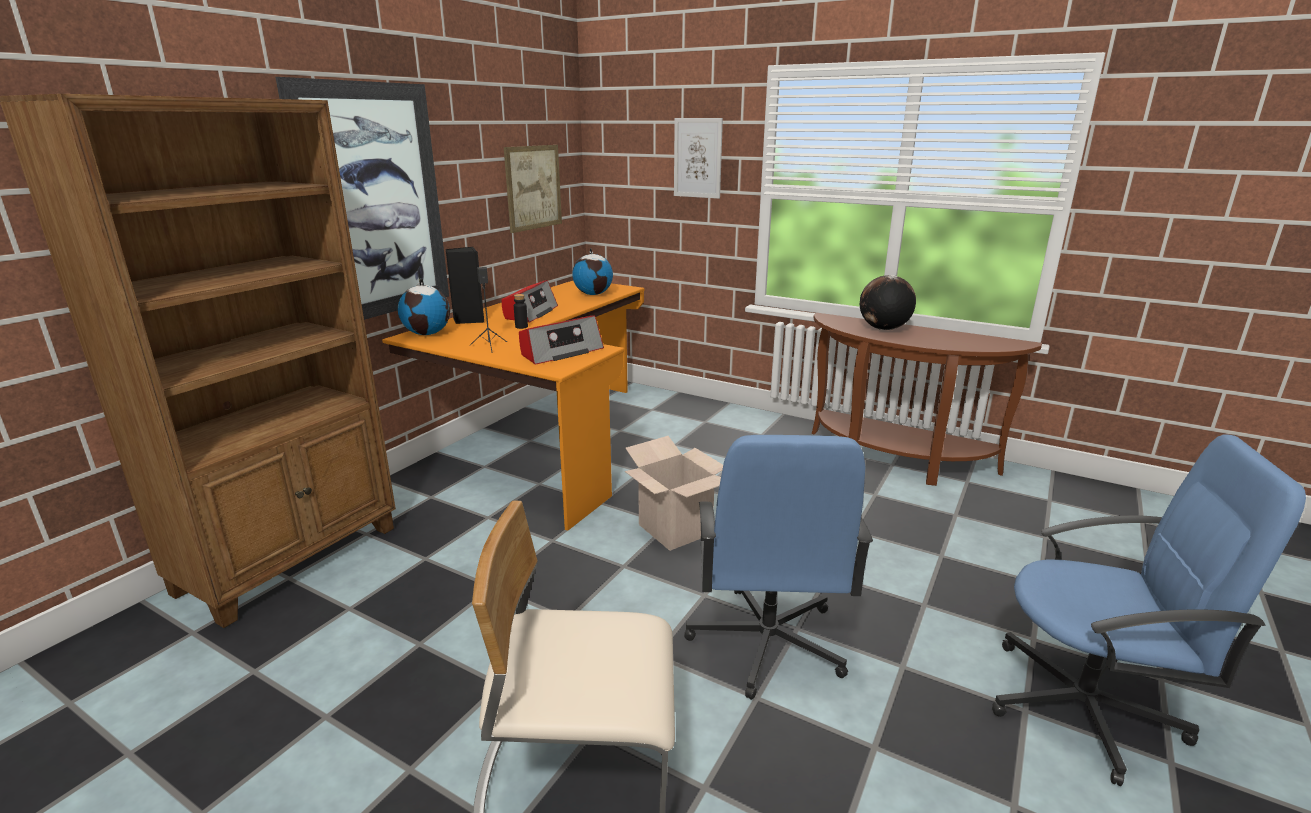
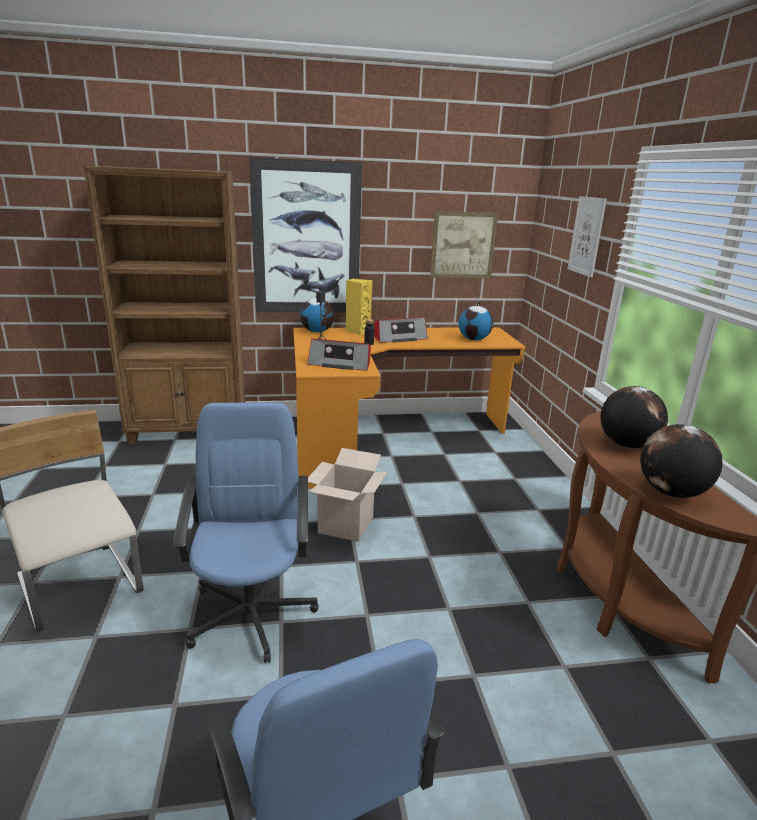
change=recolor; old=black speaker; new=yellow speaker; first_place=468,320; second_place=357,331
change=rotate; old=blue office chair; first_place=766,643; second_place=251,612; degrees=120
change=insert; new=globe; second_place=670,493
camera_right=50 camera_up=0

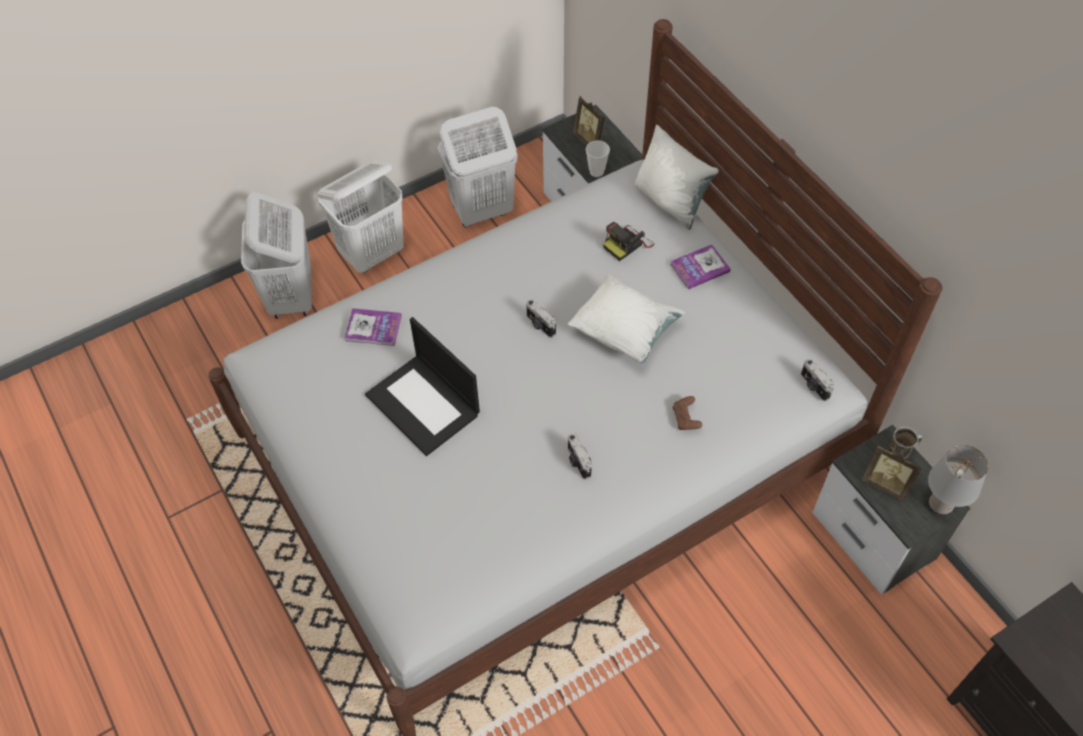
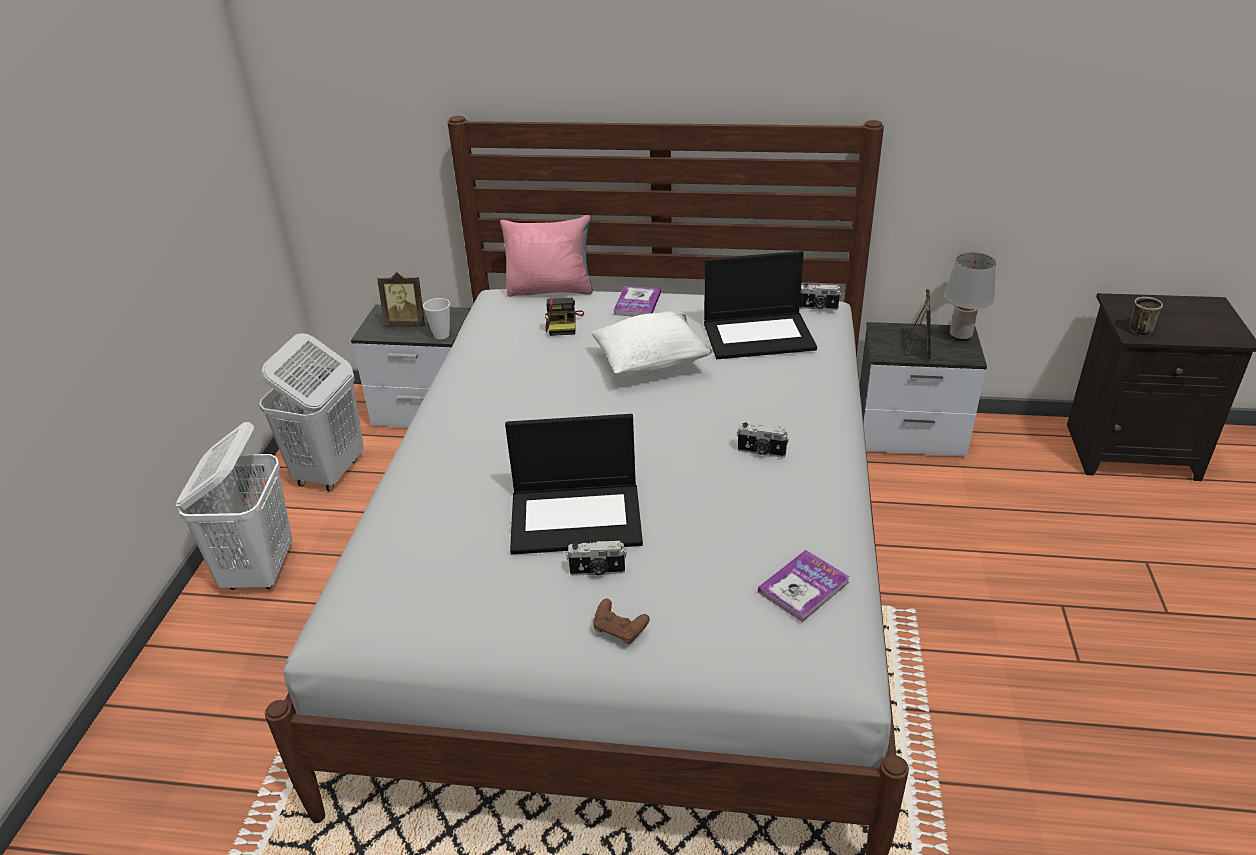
change=delete; old=white laundry basket; first_place=291,298
change=move; old=book; first_place=373,328; second_place=803,587
change=move; old=photo camera; first_place=540,325; second_place=597,571
change=recolor; old=white pillow; new=pink pillow; first_place=670,202; second_place=550,290
change=move; old=brown game controller; first_place=686,419; second_place=620,630
change=rotate; old=picture frame; first_place=886,484; second_place=918,349; degrees=-60
change=move; old=mug; first_place=901,450; second_place=1139,328
change=insert; new=laptop; second_place=759,335
camera_right=-50 camera_up=-20

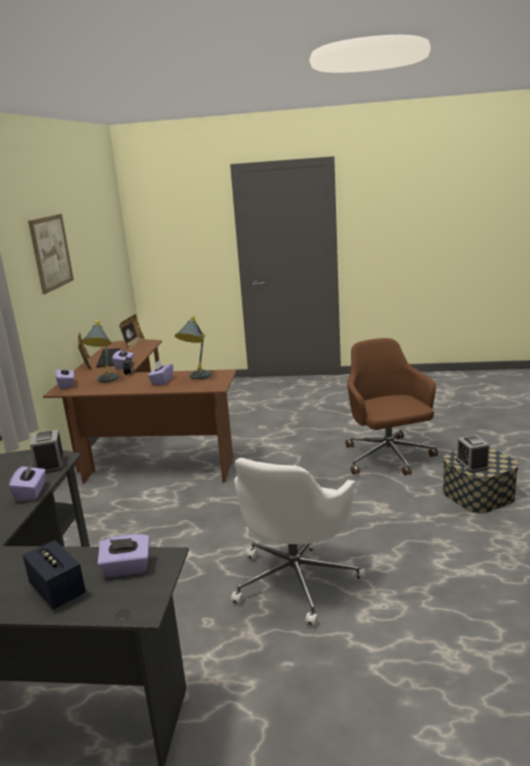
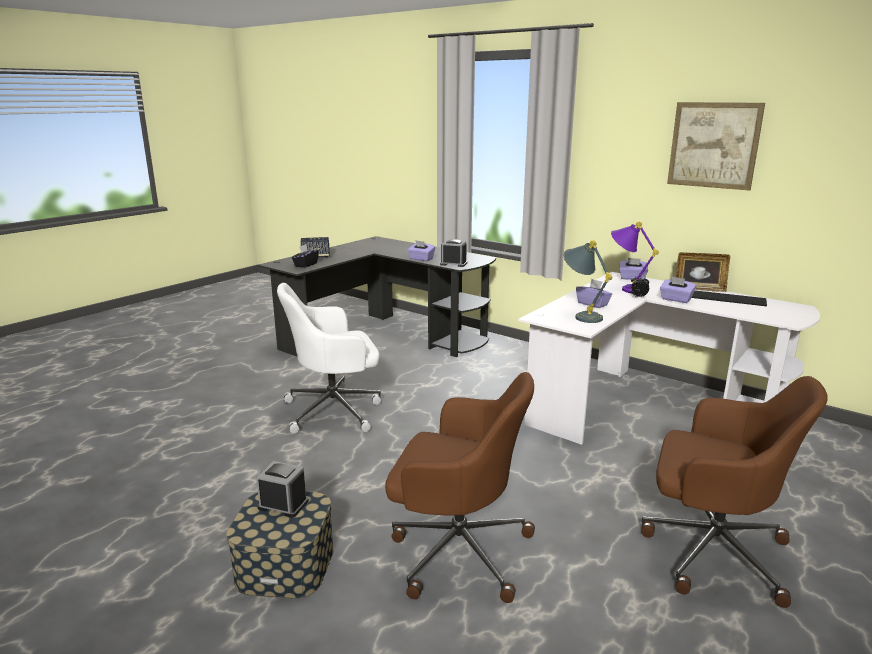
change=recolor; old=brown desk; new=white desk; first_place=144,452; second_place=646,403
change=recolor; old=grey table lamp; new=purple table lamp; first_place=105,381; second_place=625,288
change=recolor; old=purple tissue box; new=black tissue box; first_place=127,568; second_place=305,265
change=delete; old=picture frame; first_place=133,344
change=rotate; old=white office chair; first_place=296,580; second_place=335,410; degrees=-75
change=insert; new=brown office chair; second_place=711,550
camera_right=120 camera_up=0

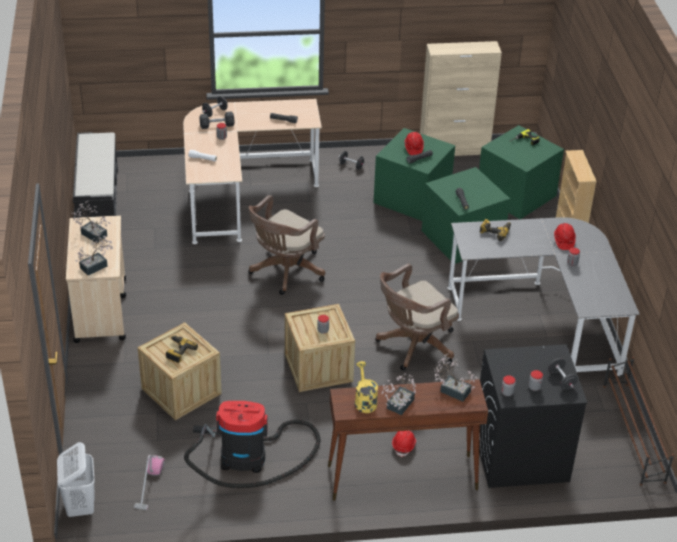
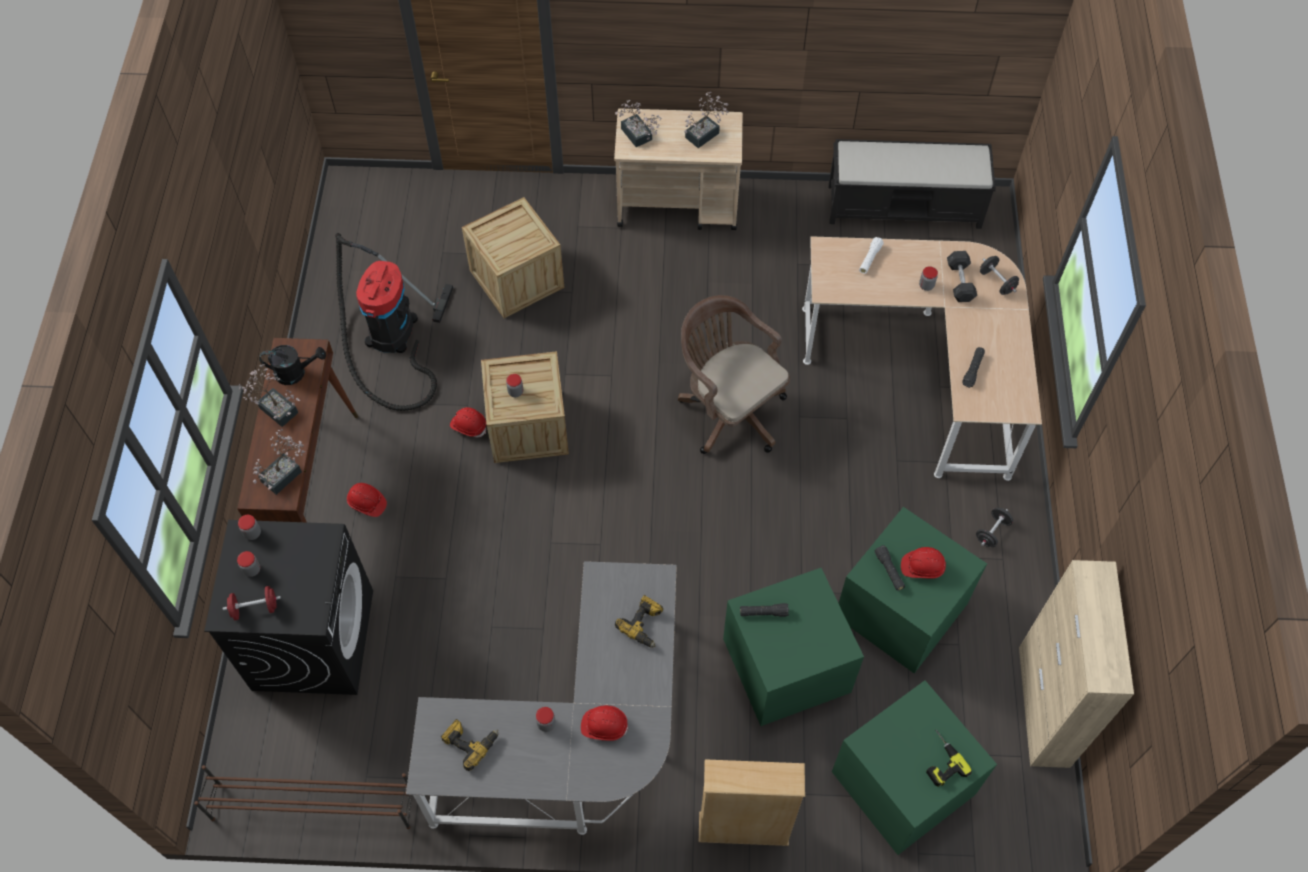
change=delete; old=white laundry basket; first_place=80,506
change=delete; old=vacuum cleaner; first_place=149,485
change=move; old=power drill; first_place=178,351; second_place=470,742
change=recolor; old=yellow watering can; new=black watering can; first_place=364,401; second_place=296,372
change=delete; old=brown office chair; first_place=413,346
change=recolor; old=black dumbbell; new=red dumbbell; first_place=561,380; second_place=255,608
change=insert; new=red hard hat; second_place=468,426
camera_right=100 camera_up=20

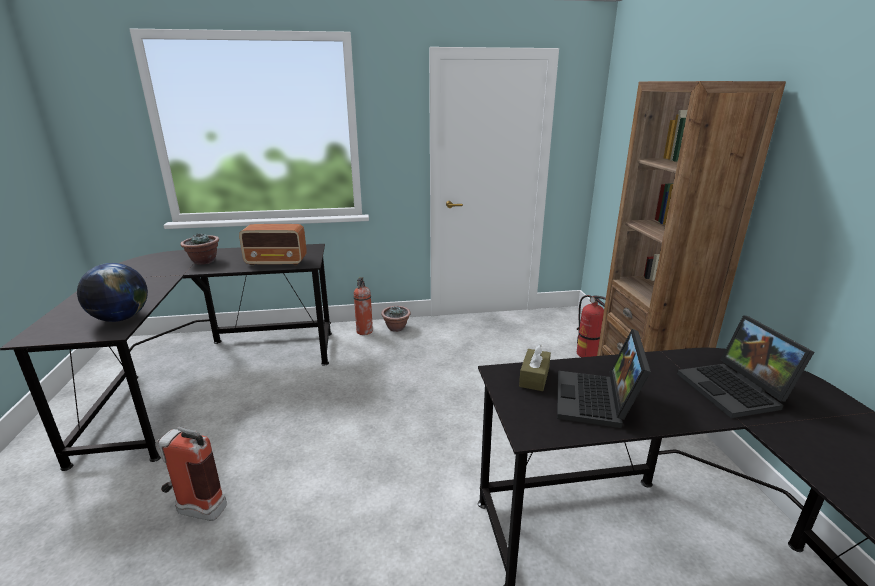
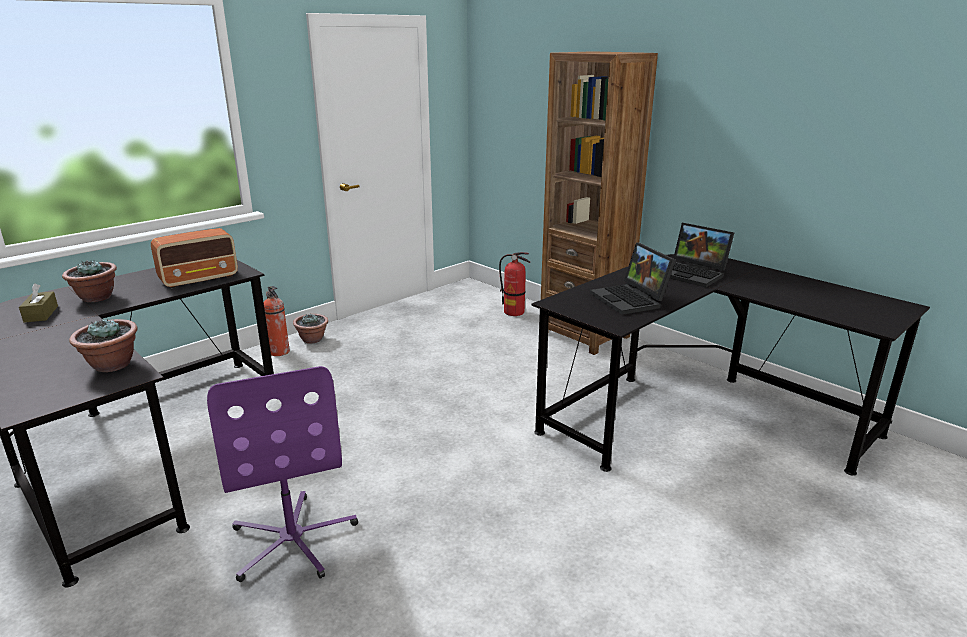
change=replace; old=globe; new=potted plant; first_place=120,318; second_place=112,365
change=replace; old=fire extinguisher; new=purple office chair; first_place=195,509; second_place=293,539
change=move; old=brown tissue box; first_place=534,377; second_place=41,314
camera_right=-35 camera_up=0

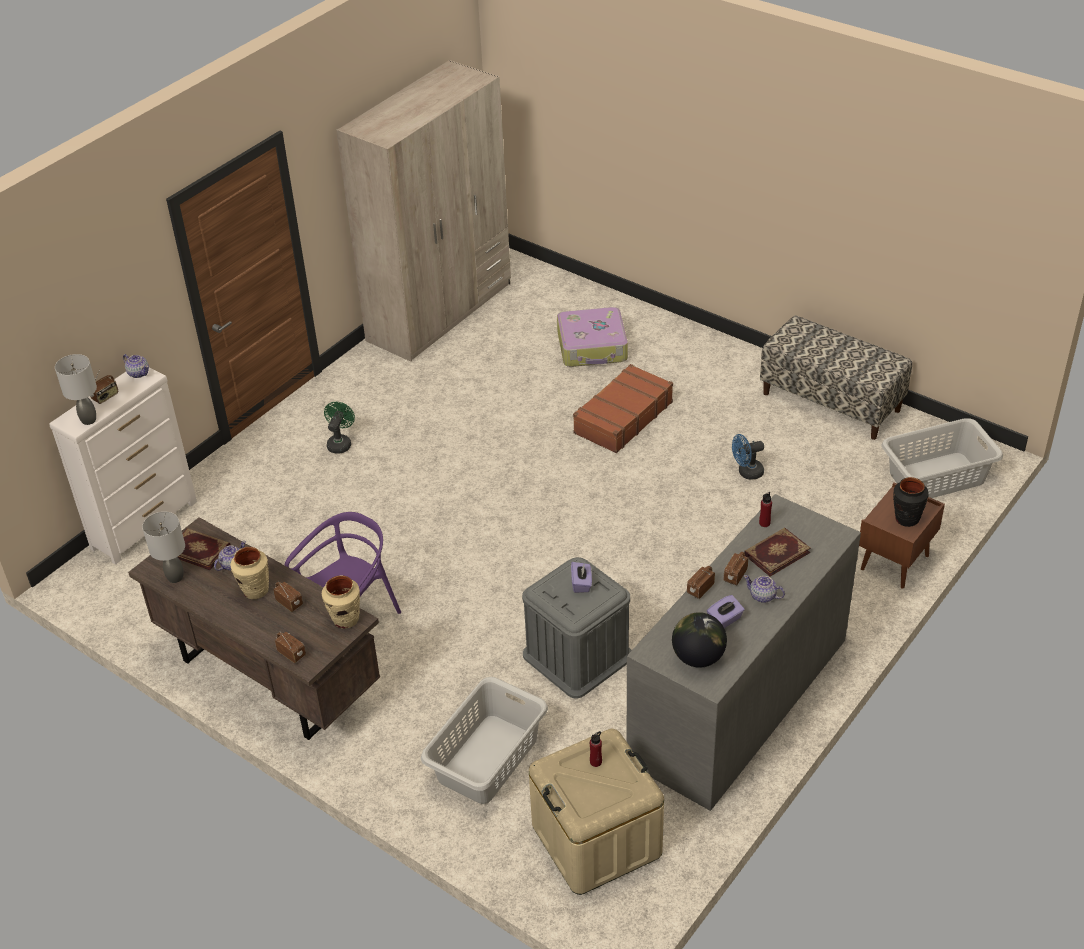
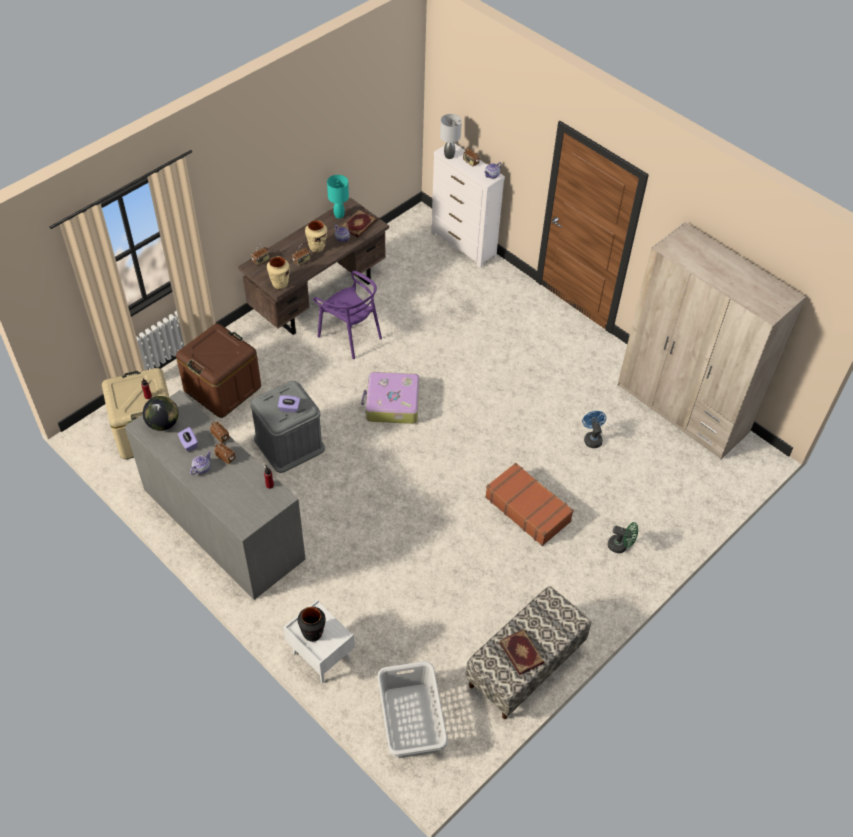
change=recolor; old=grey table lamp; new=turquoise table lamp; first_place=175,578; second_place=338,215
change=move; old=green fan; first_place=340,443; second_place=621,546
change=replace; old=grey laundry basket; new=brown storage box; first_place=486,759; second_place=222,388
change=move; old=suitcase; first_place=593,347; second_place=392,404
change=move; old=blue fan; first_place=747,473; second_place=592,438
change=move; old=book; first_place=776,553; second_place=522,652
change=recolor; old=brown nightstand; new=white nightstand; first_place=895,563; second_place=320,656
camera_right=95 camera_up=10

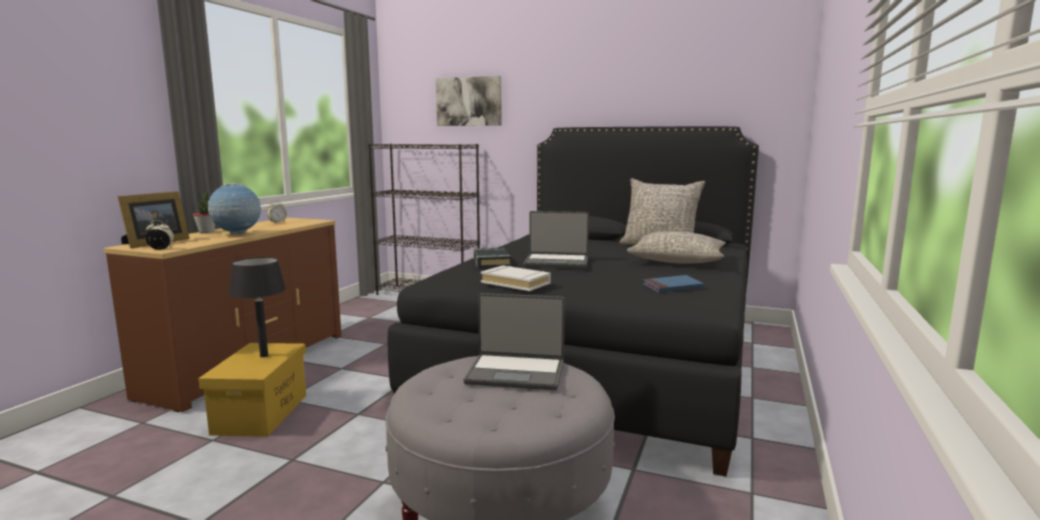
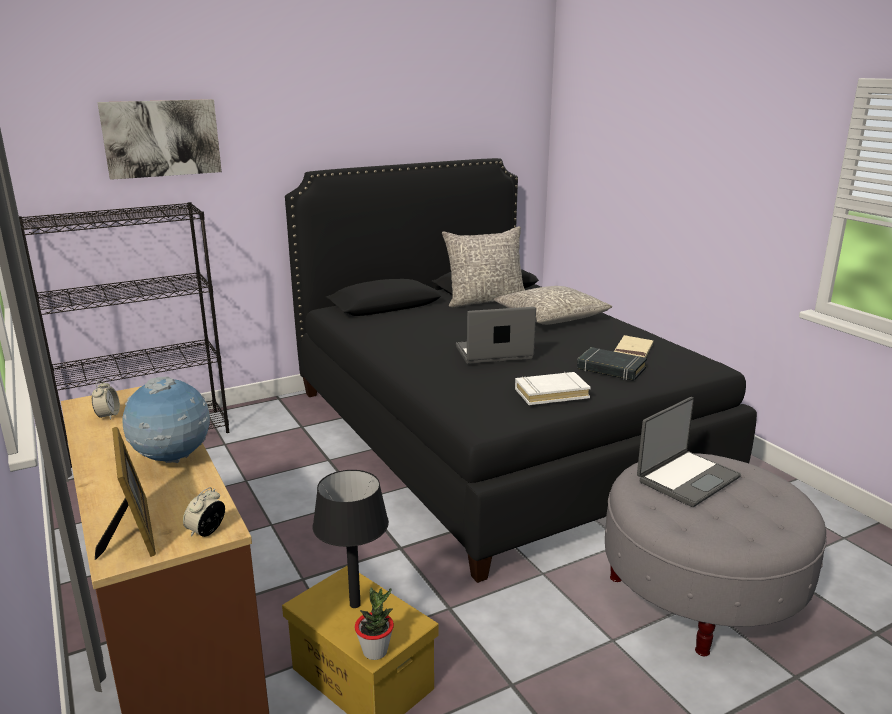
change=move; old=potted plant; first_place=207,232; second_place=375,651
change=move; old=black book; first_place=491,262; second_place=611,369
change=rotate; old=laptop; first_place=556,262; second_place=494,353; degrees=-150
change=recolor; old=blue book; new=beige book; first_place=672,287; second_place=633,350
camera_right=-50 camera_up=10

